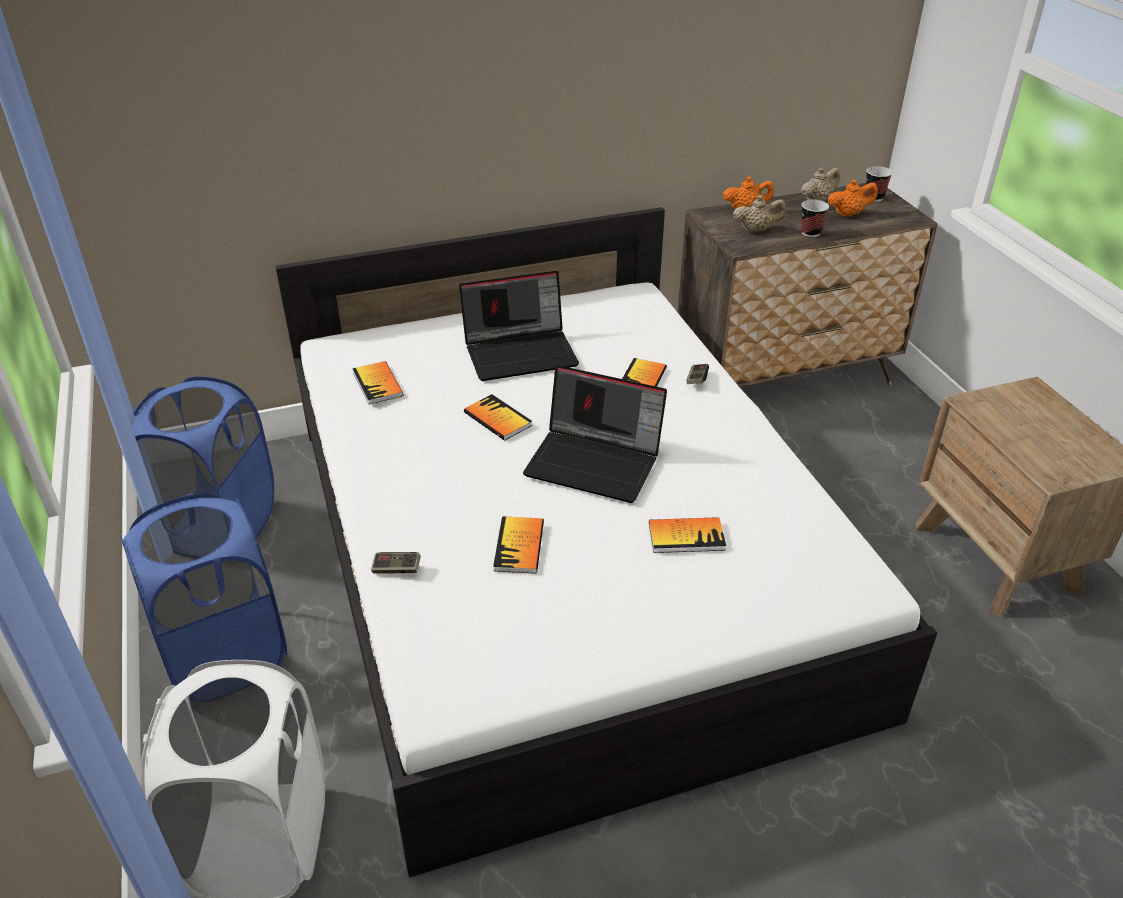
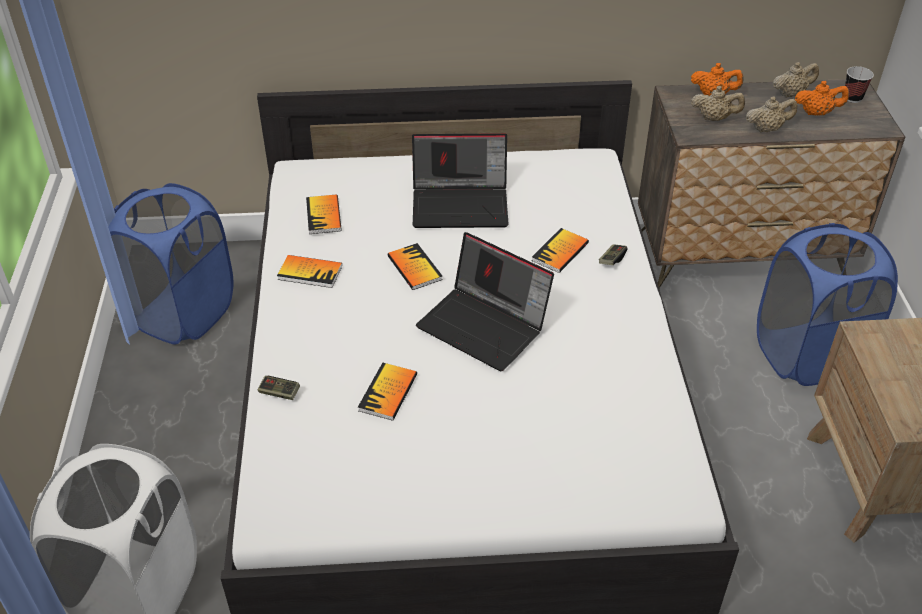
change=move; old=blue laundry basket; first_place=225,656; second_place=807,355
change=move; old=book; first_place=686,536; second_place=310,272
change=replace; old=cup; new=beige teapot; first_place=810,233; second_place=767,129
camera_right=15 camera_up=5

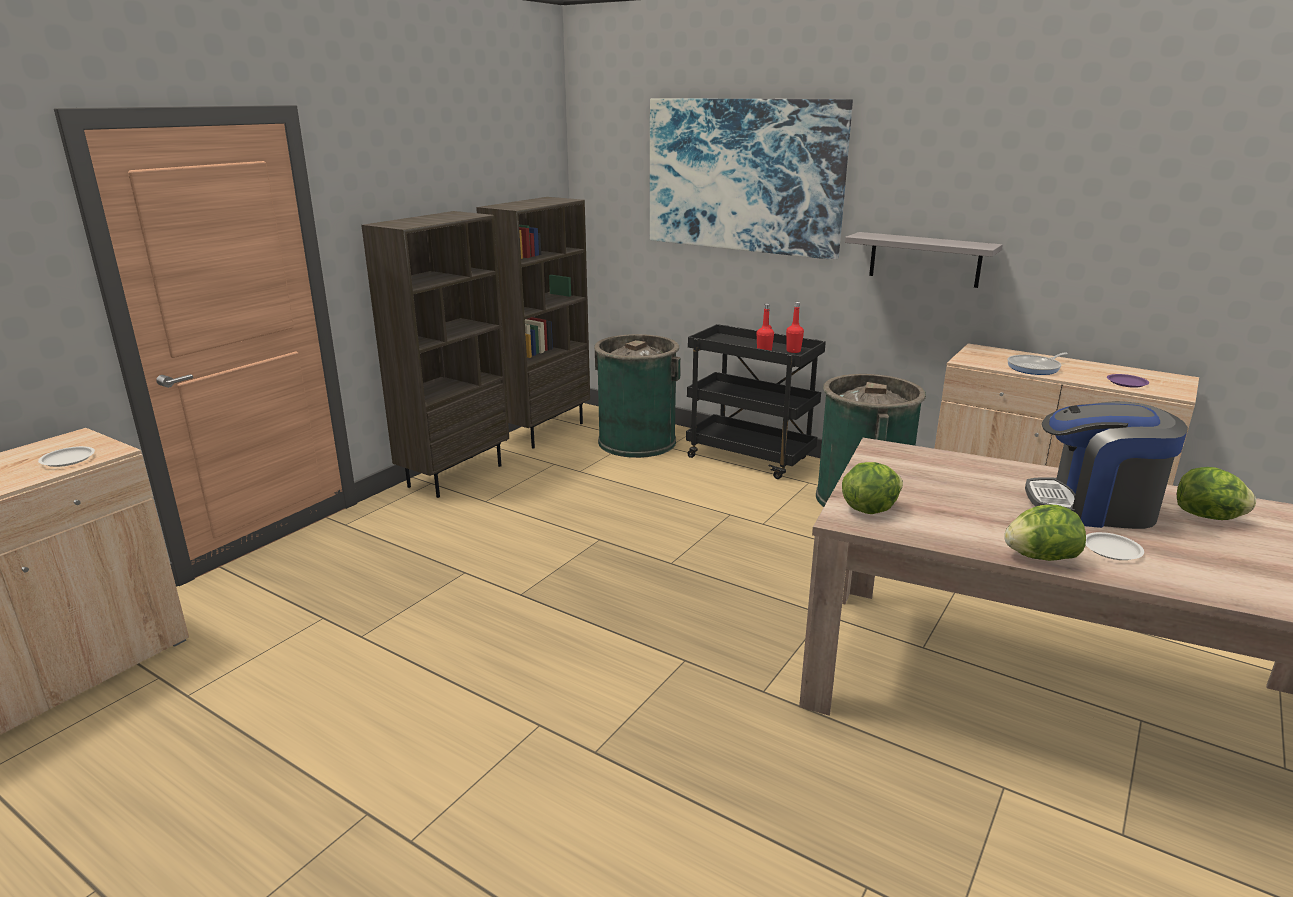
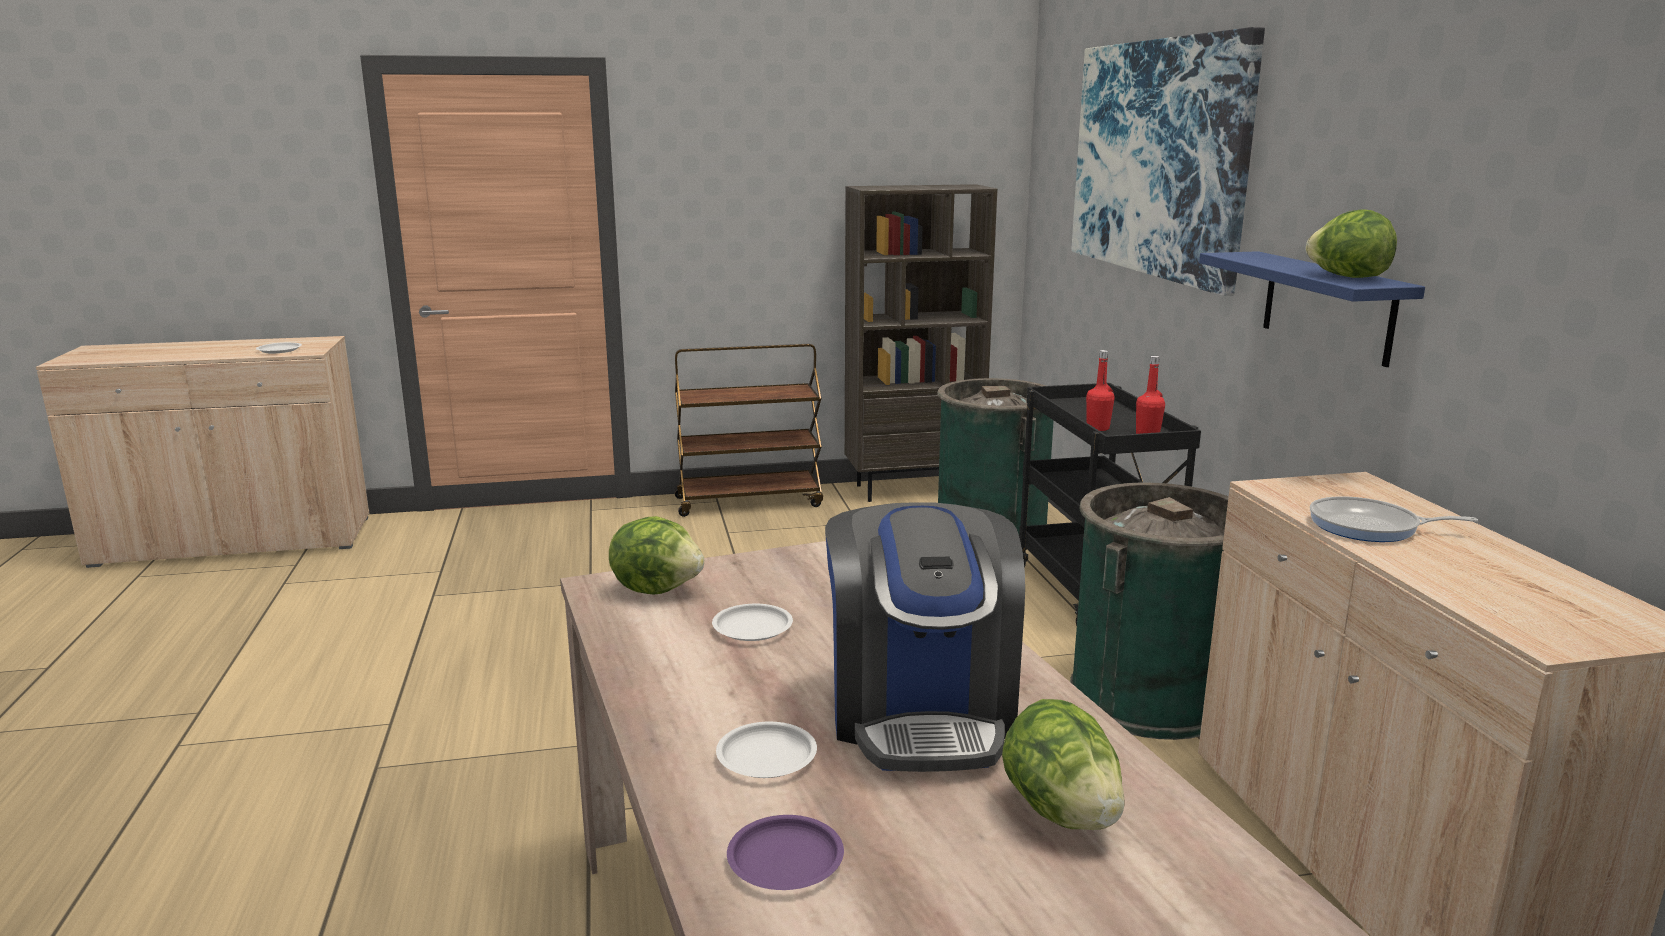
change=replace; old=brown bookcase; new=brown cart; first_place=455,475; second_place=749,501
change=recolor; old=grey shelf; new=blue shelf; first_place=924,259; second_place=1327,306
change=move; old=lettuce; first_place=1040,557; second_place=1347,277
change=rotate; old=coffee machine; first_place=1094,507; second_place=921,712; degrees=-150
change=move; old=purple plate; first_place=1127,383; second_place=785,861
change=insert; new=white plate; second_place=753,628
camera_right=45 camera_up=-5

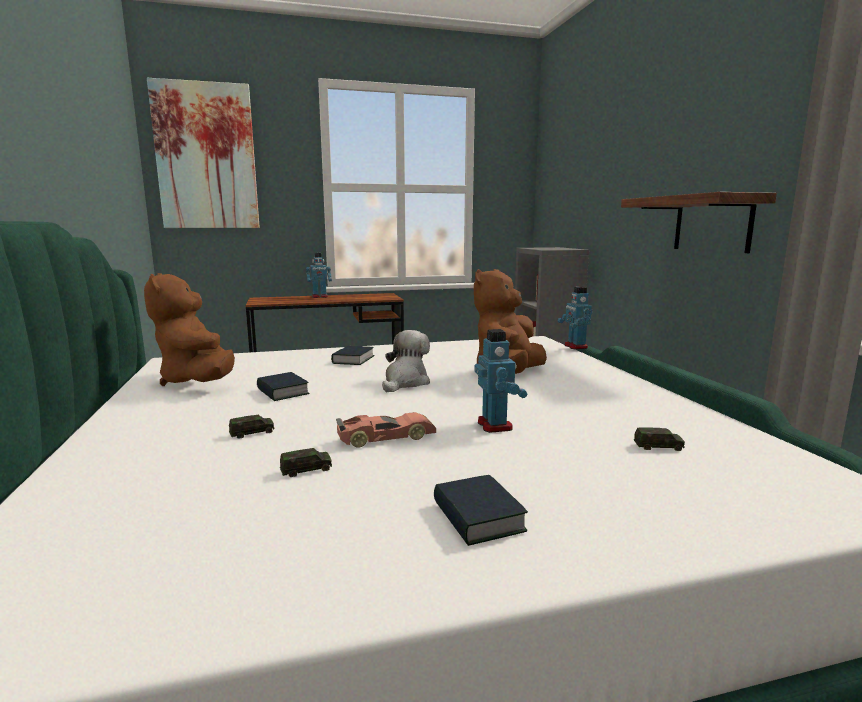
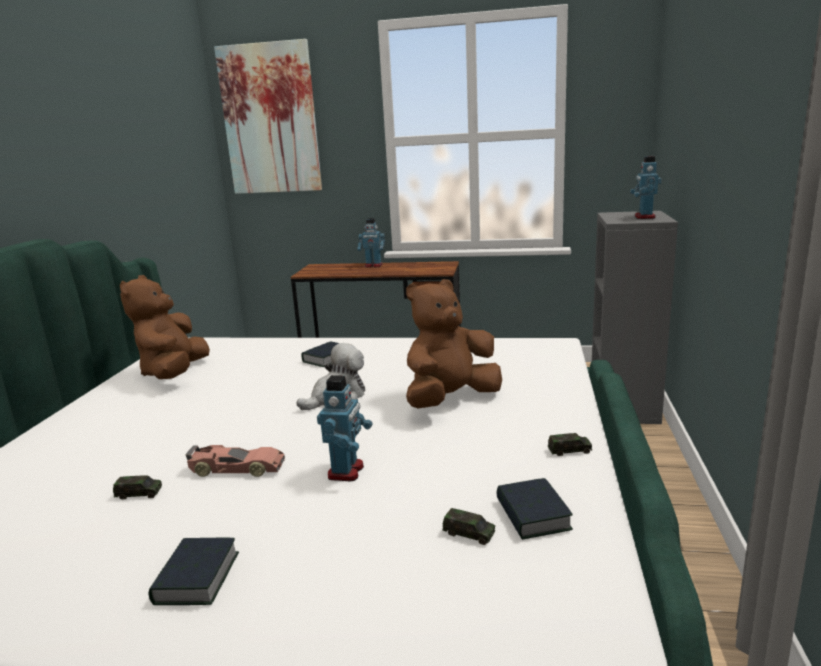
change=move; old=toy car; first_place=252,433; second_place=569,450
change=move; old=book; first_place=282,392; second_place=532,515
change=move; old=toy robot; first_place=575,346; second_place=644,217
change=delete; old=shelf; first_place=712,224
camera_right=25 camera_up=5

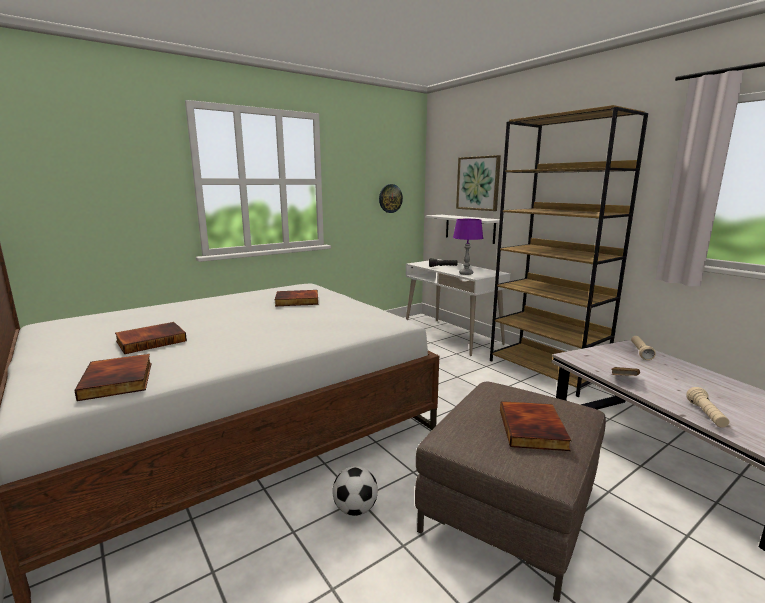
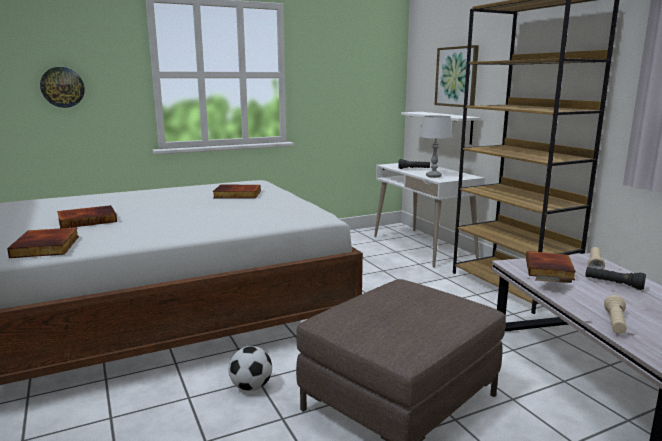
change=move; old=wall clock; first_place=390,198; second_place=62,87
change=recolor; old=purple table lamp; new=grey table lamp; first_place=466,273; second_place=433,176
change=move; old=book; first_place=534,429; second_place=550,269
change=insert; new=black flashlight; second_place=613,284
camera_right=10 camera_up=0

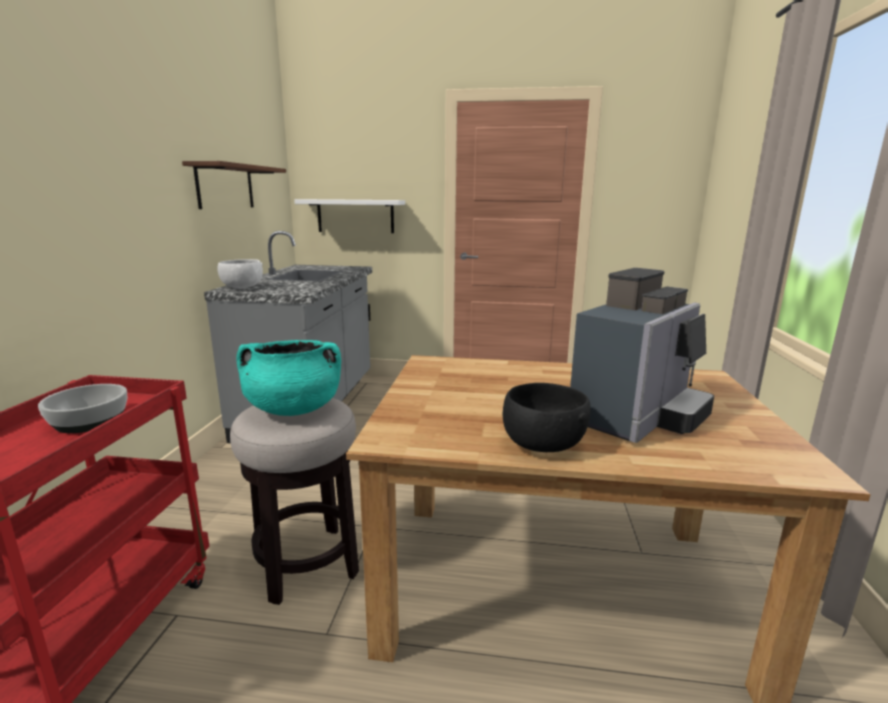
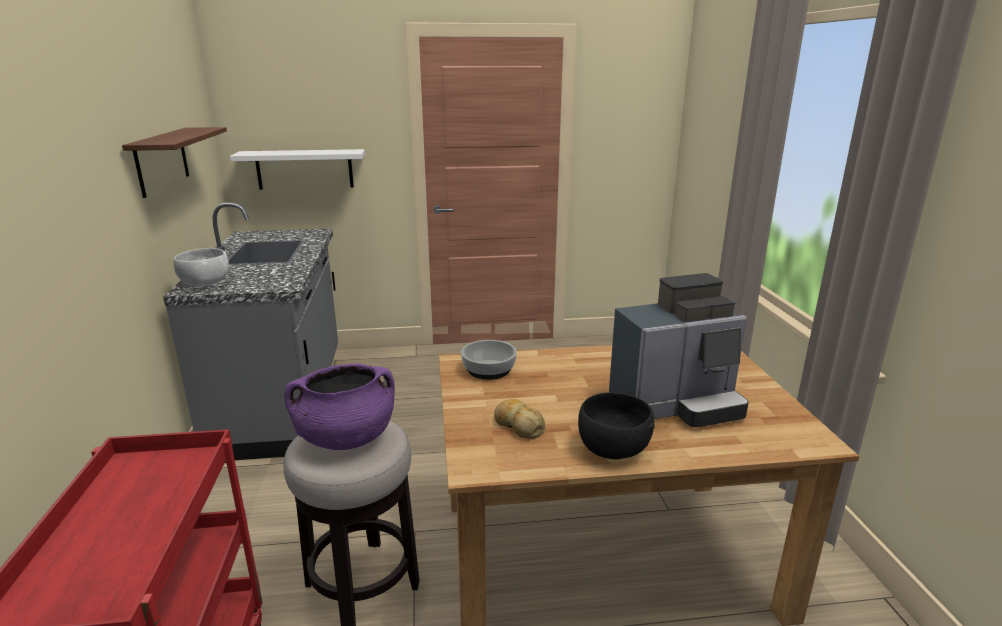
change=move; old=bowl; first_place=90,421; second_place=489,369
change=recolor; old=turquoise cooking pot; new=purple cooking pot; first_place=293,409; second_place=346,438
change=rotate; old=coffee machine; first_place=638,417; second_place=677,405; degrees=45
change=insert; new=bread; second_place=518,425
camera_right=-15 camera_up=5

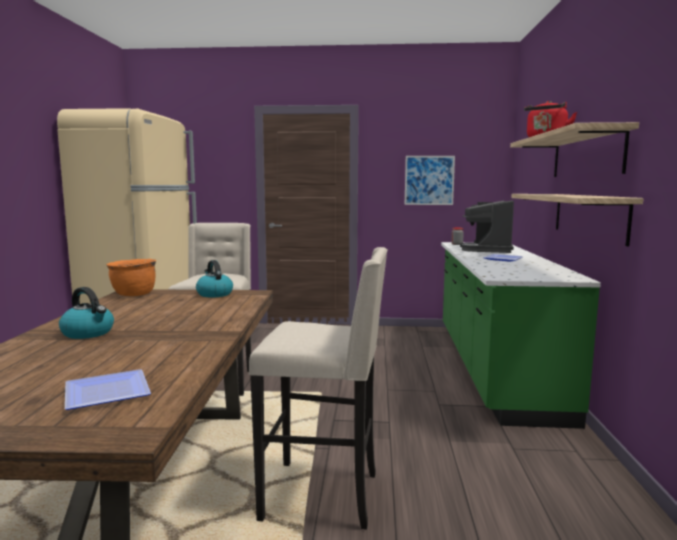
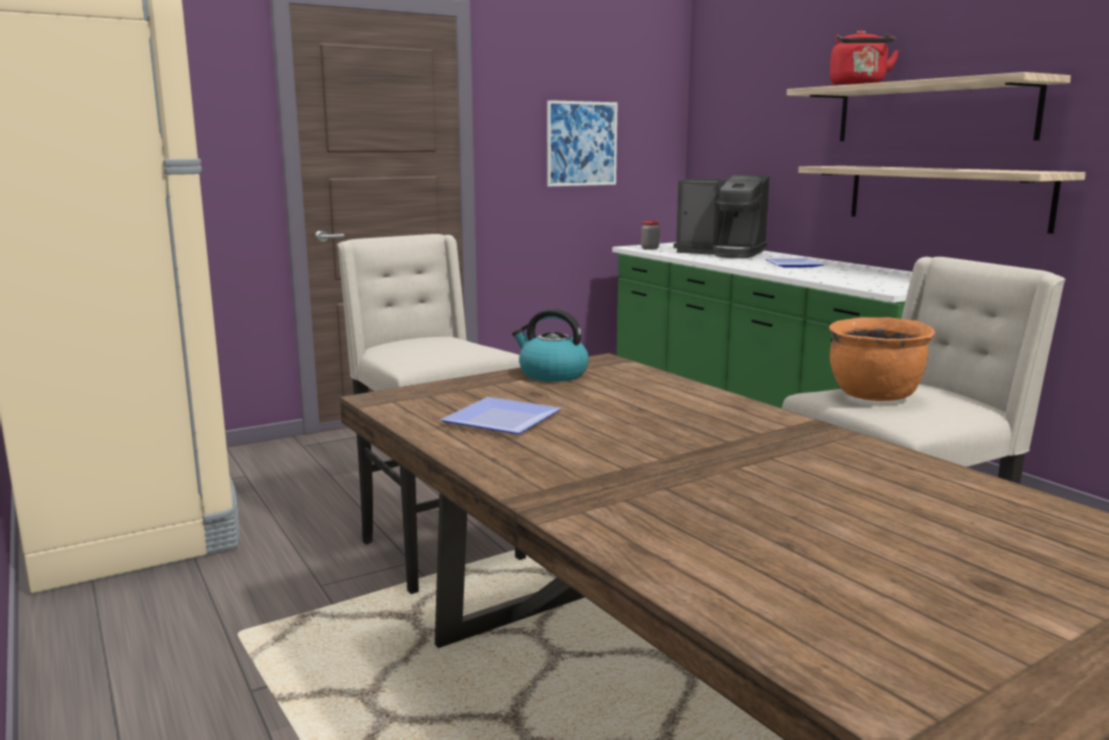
change=delete; old=kettle; first_place=88,333
change=move; old=plate; first_place=110,391; second_place=501,419
change=move; old=orange cooking pot; first_place=133,294; second_place=874,396
change=rotate; old=coffee machine; first_place=489,250; second_place=722,253; degrees=-45
camera_right=-35 camera_up=5

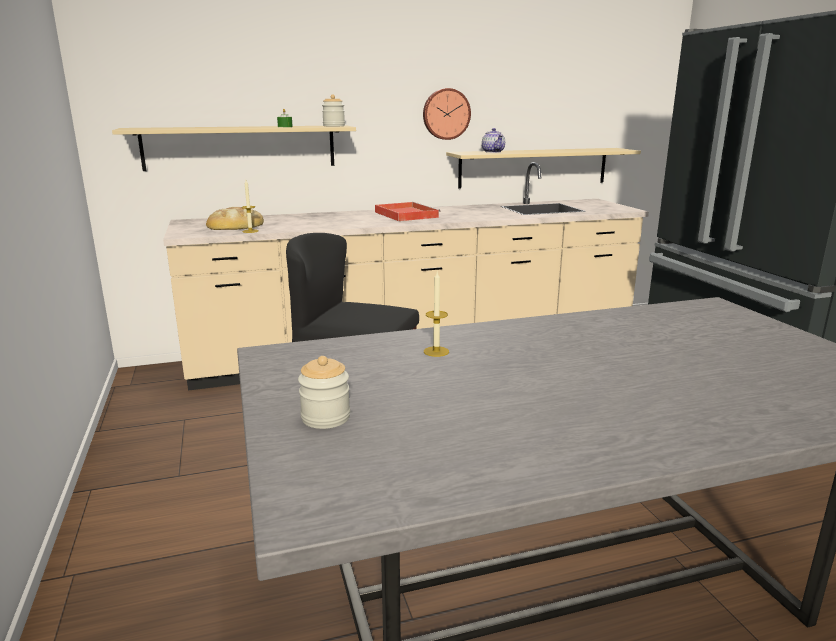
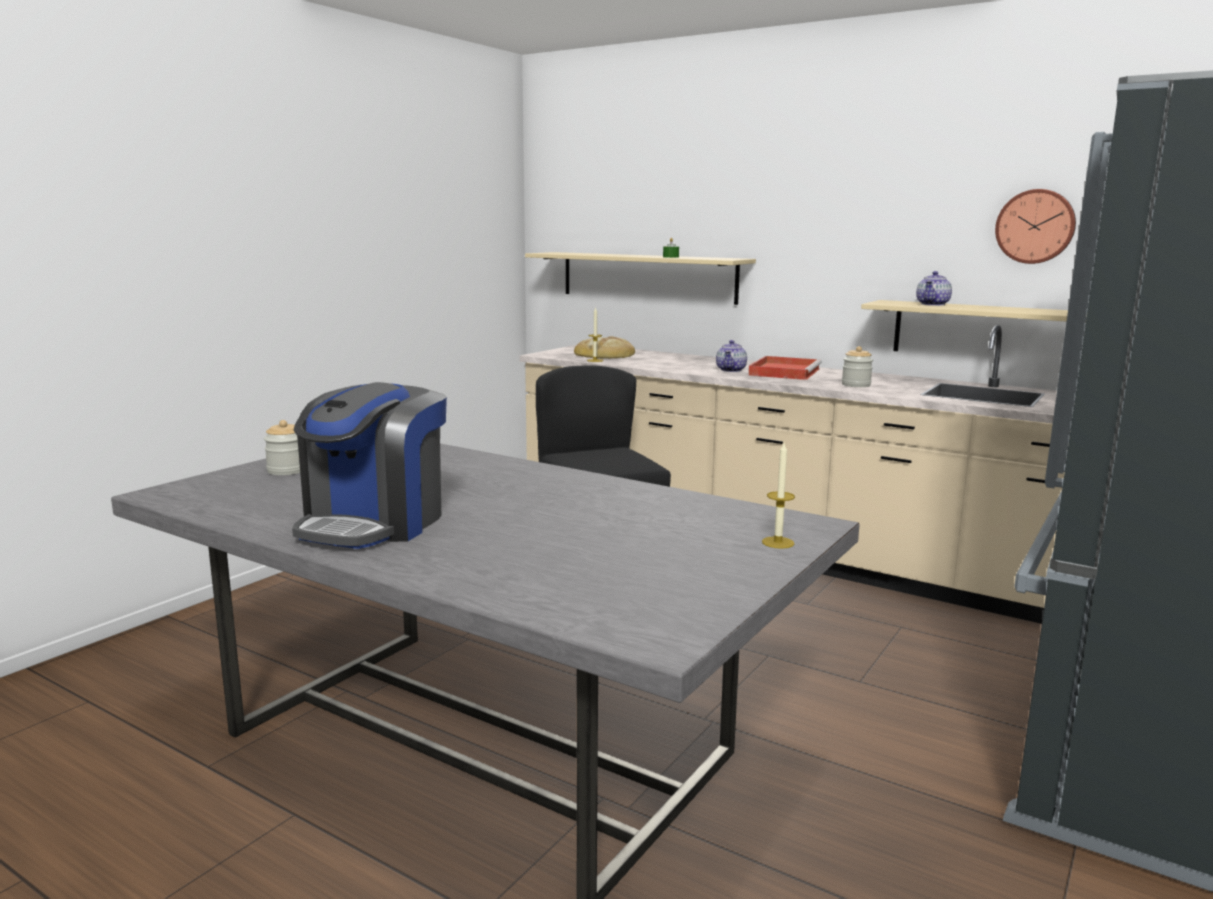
change=move; old=jar; first_place=334,126; second_place=856,385
change=move; old=wall clock; first_place=446,114; second_place=1035,226
change=move; old=candle; first_place=436,351; second_place=778,542
change=insert; new=coffee machine; second_place=374,523
change=insert; new=teapot; second_place=731,370
camera_right=50 camera_up=-5

